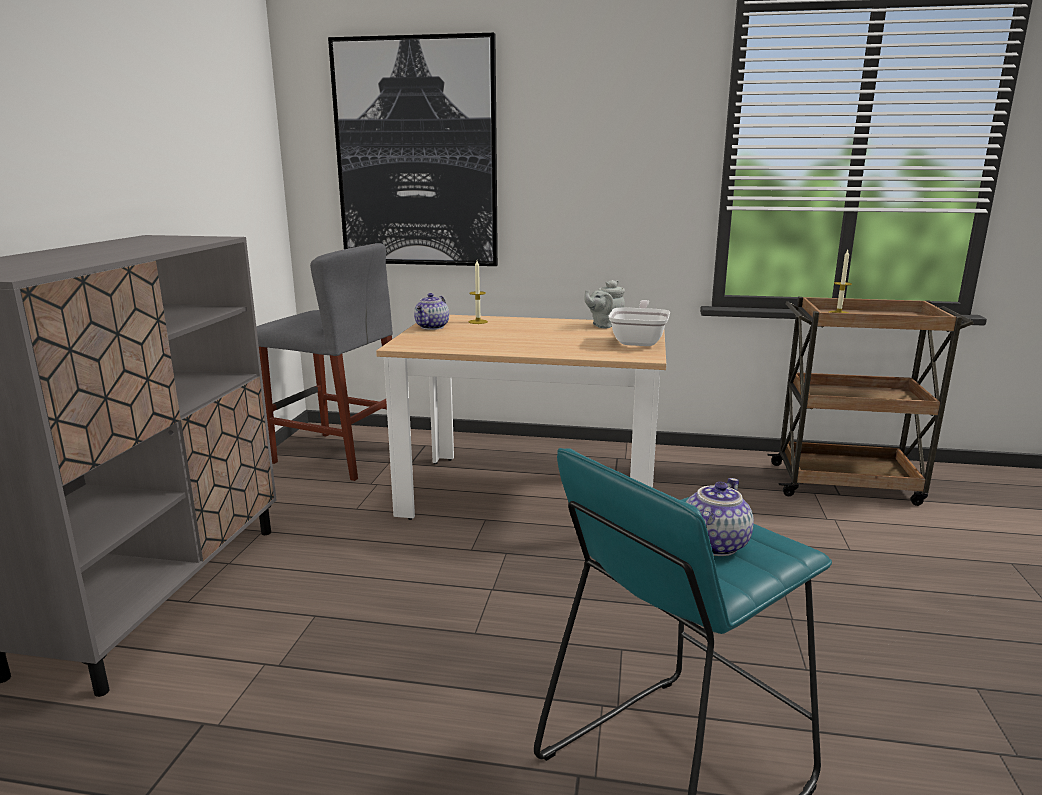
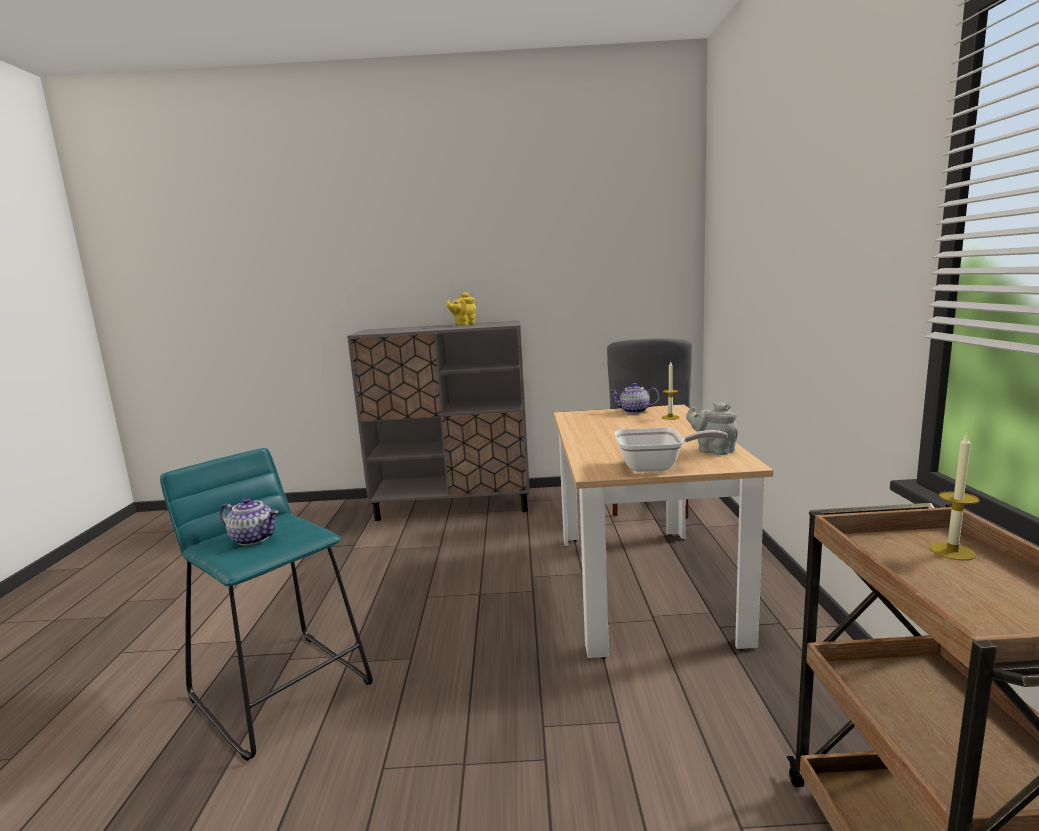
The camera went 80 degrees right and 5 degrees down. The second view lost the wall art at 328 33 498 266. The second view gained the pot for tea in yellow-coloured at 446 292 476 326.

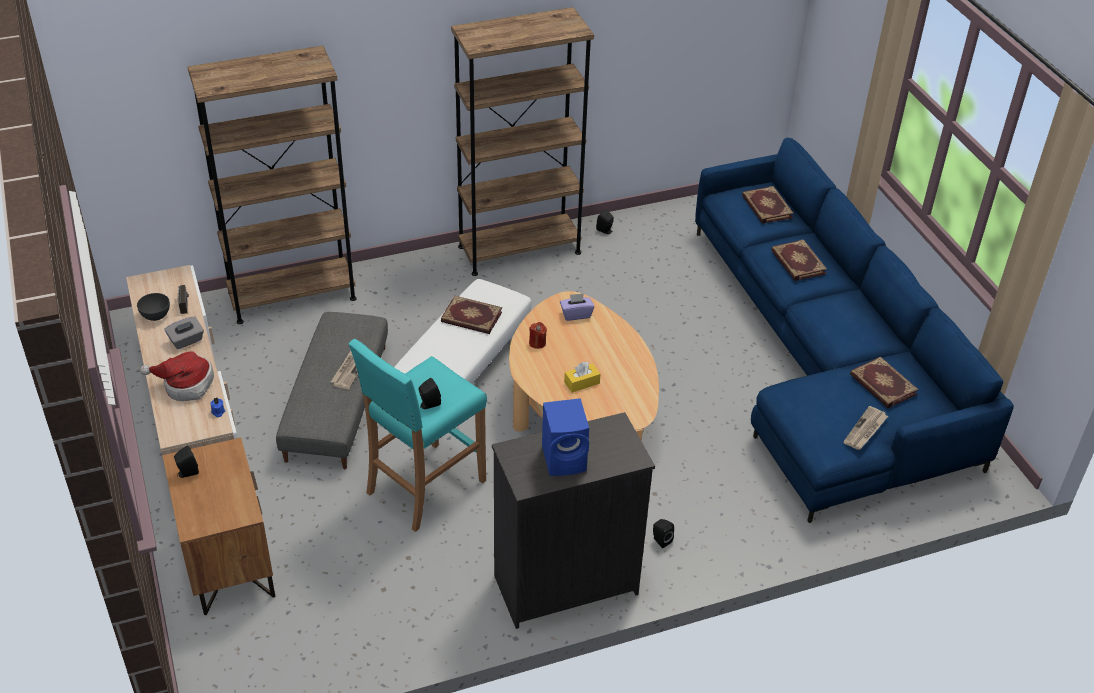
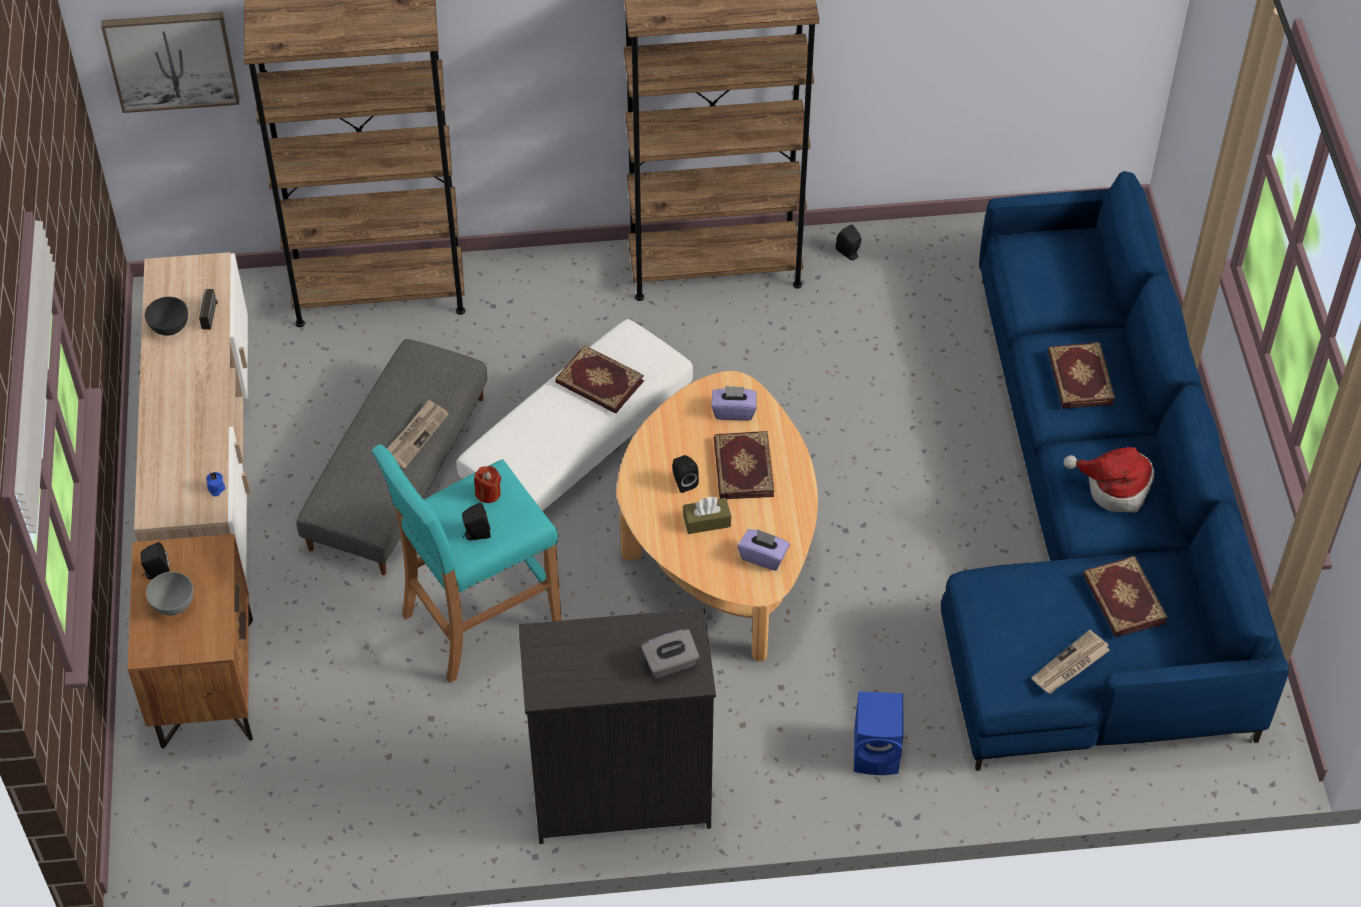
The camera went 15 degrees right and 10 degrees up. The book ended up elsewhere, having gone from 742 186 794 224 to 714 431 774 499. The box of tissues in gray ended up elsewhere, having gone from 165 316 204 349 to 641 629 700 678. The wax light in red ended up elsewhere, having gone from 529 322 547 349 to 474 466 501 503. The clothing hat ended up elsewhere, having gone from 140 351 214 401 to 1064 447 1154 512. What was the box of tissues in yellow-coloured at 564 362 601 393 turned into the box of tissues in brown at 683 496 731 534. The loudspeaker in bluish ended up elsewhere, having gone from 542 398 589 476 to 854 691 904 775. The loudspeaker in black-coloured ended up elsewhere, having gone from 653 519 674 548 to 672 455 699 493. The second view gained the wall art at 101 12 239 113. The second view gained the box of tissues in purple-coloured at 738 529 790 571. The second view gained the serving bowl in gray at 146 572 193 616.

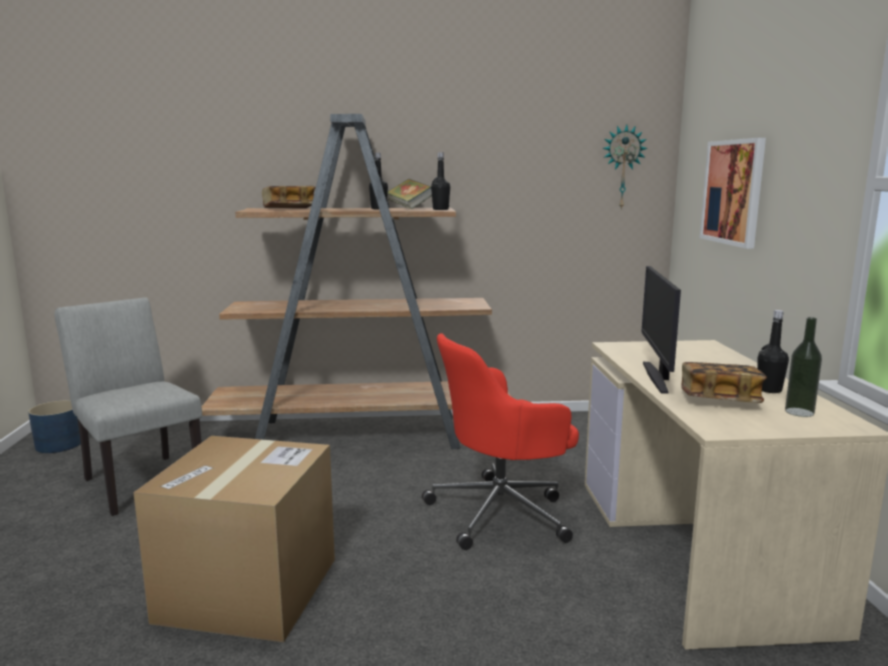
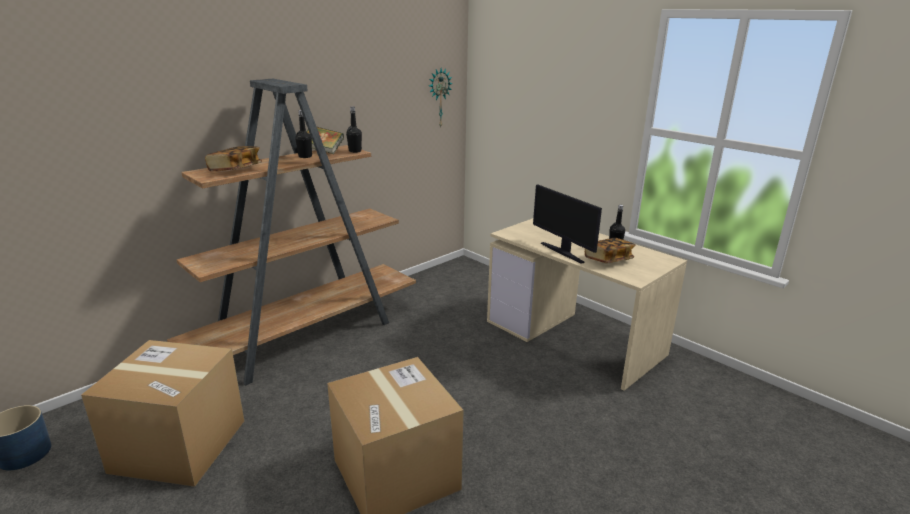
The camera went 40 degrees left and 10 degrees up. The second view lost the wall art at 700 138 766 249. Where the upright chair in gray stood at 54 298 202 516, the cardboard box came to stand at 81 340 244 487. The second view lost the beverage bottle at 785 317 822 417. The second view lost the desk chair in red at 422 333 579 550.

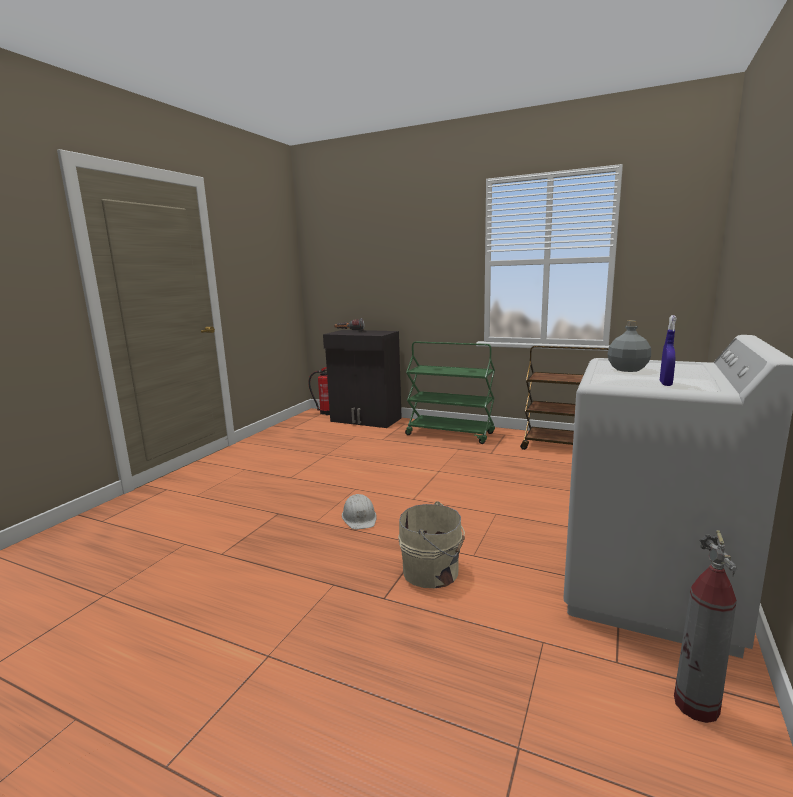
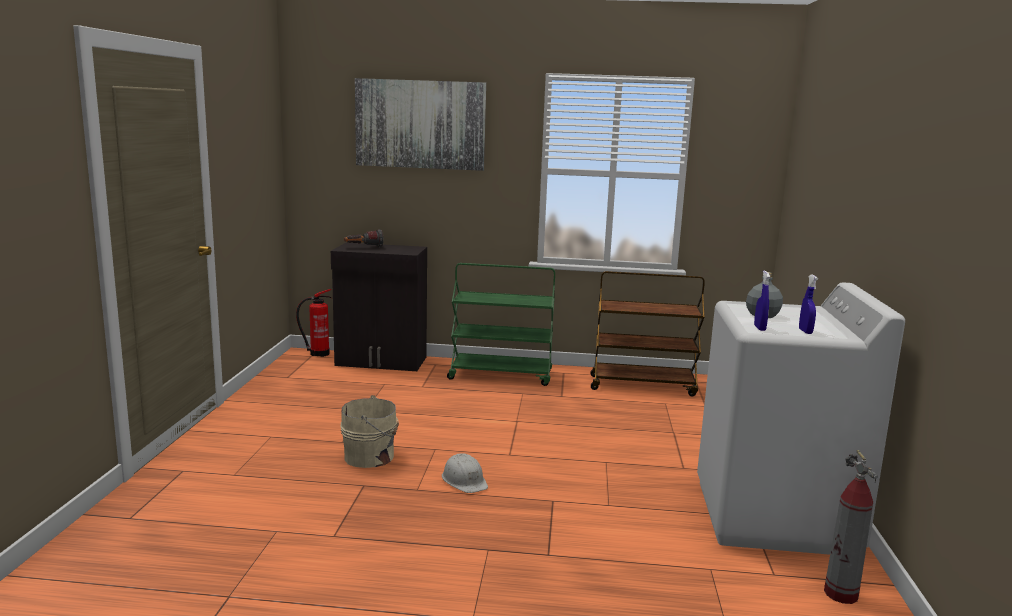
The camera went 20 degrees left and 0 degrees up. The water bucket in sand-coloured ended up elsewhere, having gone from 398 501 465 588 to 340 395 399 468. The second view gained the wall art at 355 78 486 171. The second view gained the hand sprayer in bluish at 754 271 770 331.

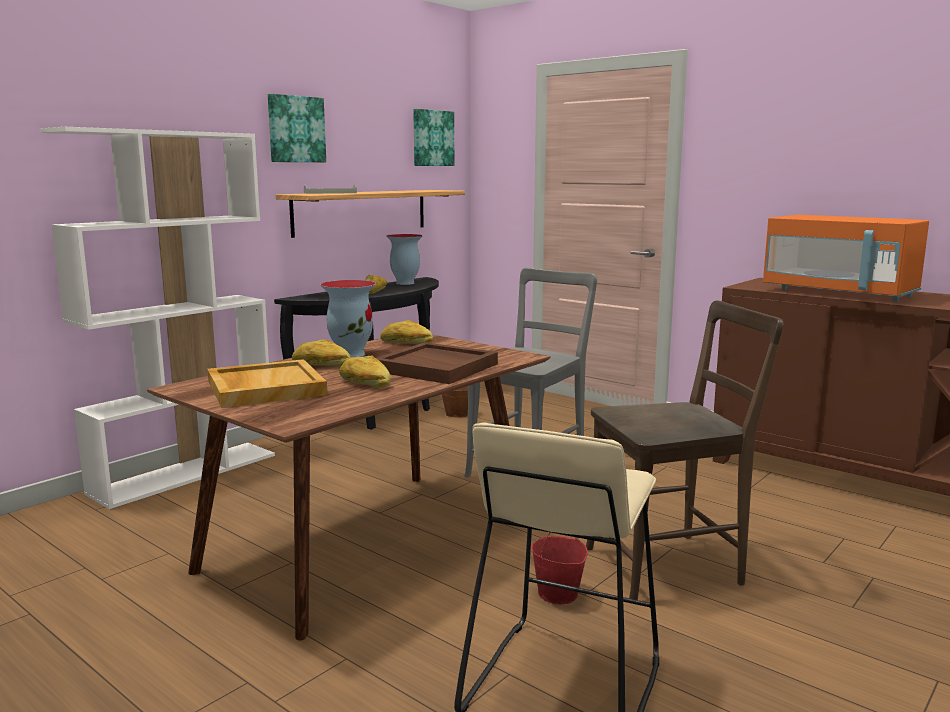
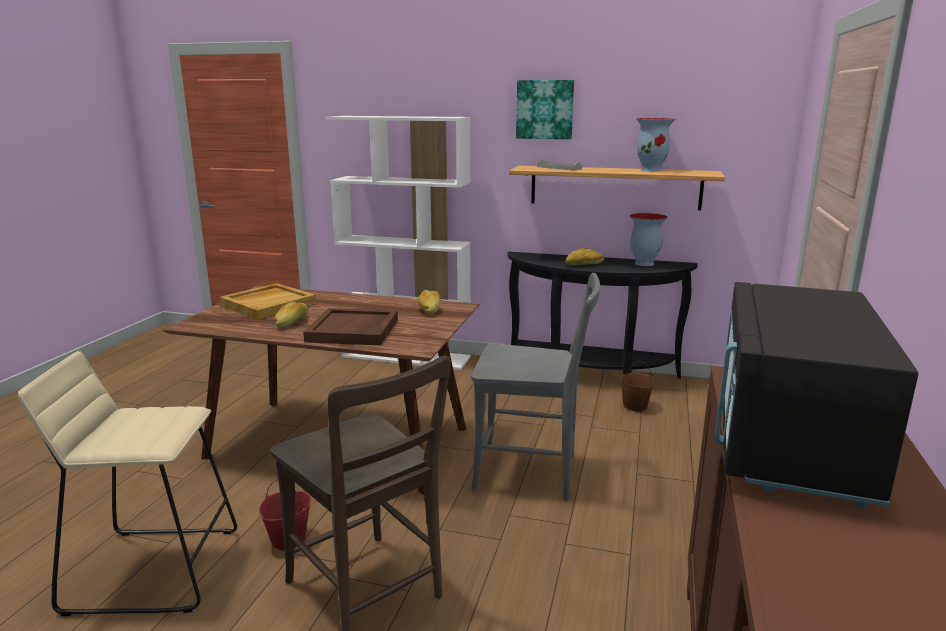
The camera went 65 degrees right and 5 degrees up. The second view lost the wall art at 413 109 454 166. What was the microwave in orangey at 763 215 929 302 turned into the microwave in black-coloured at 715 282 918 509. The decorative vase ended up elsewhere, having gone from 320 280 376 357 to 636 118 675 172. The second view lost the baked bread at 292 339 351 367.

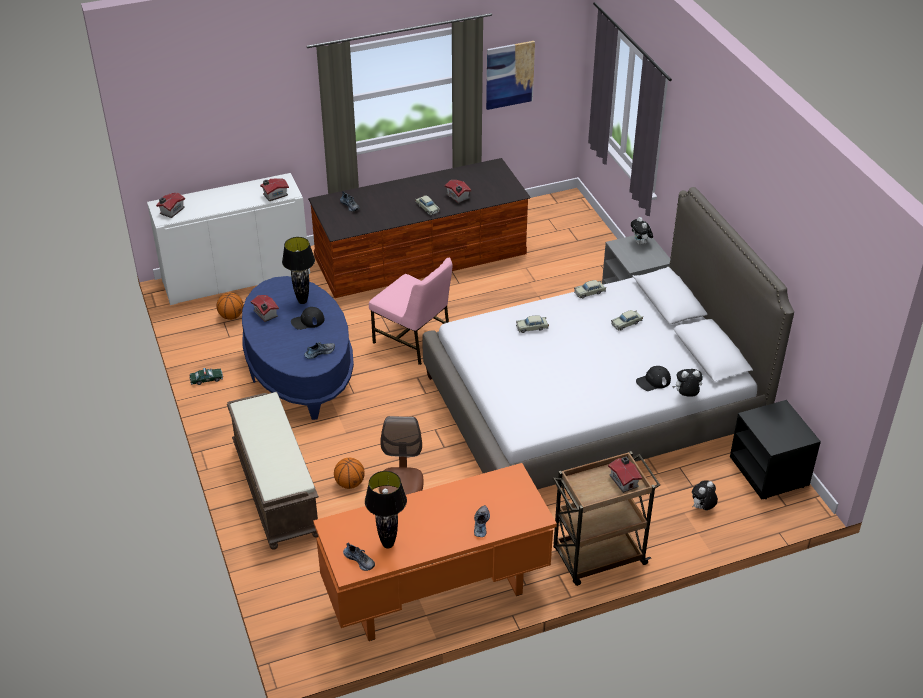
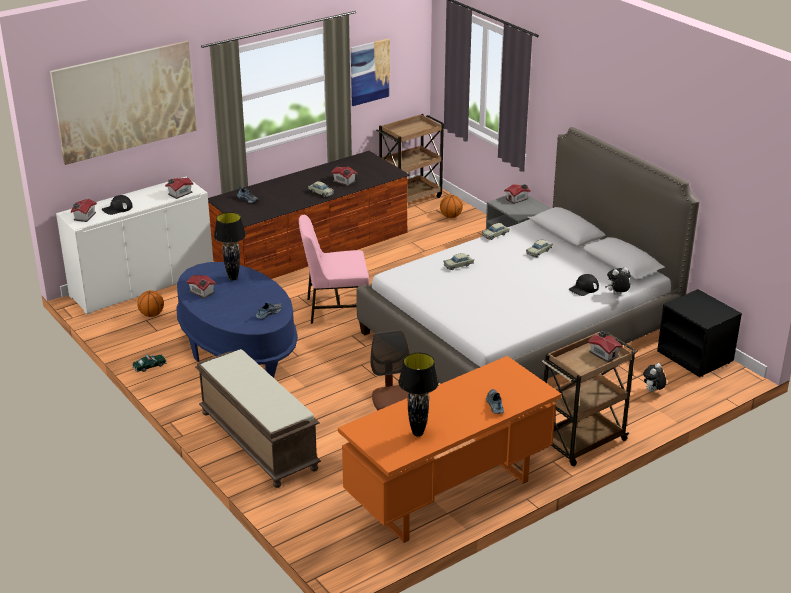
The camera went 15 degrees left and 10 degrees down. Where the soft toy stood at 631 217 653 245, the toy house came to stand at 504 184 530 204. The upright chair in pink-coloured at 369 258 452 365 ended up facing another way, 150 degrees clockwise from before. The cap in black-coloured ended up elsewhere, having gone from 291 307 324 330 to 102 195 133 215. The basketball ball ended up elsewhere, having gone from 334 458 365 489 to 440 195 463 218. The second view lost the low shoe at 343 543 375 571. The second view gained the wall art at 50 41 197 165. The second view gained the wheeled cart in brown at 376 114 444 202.

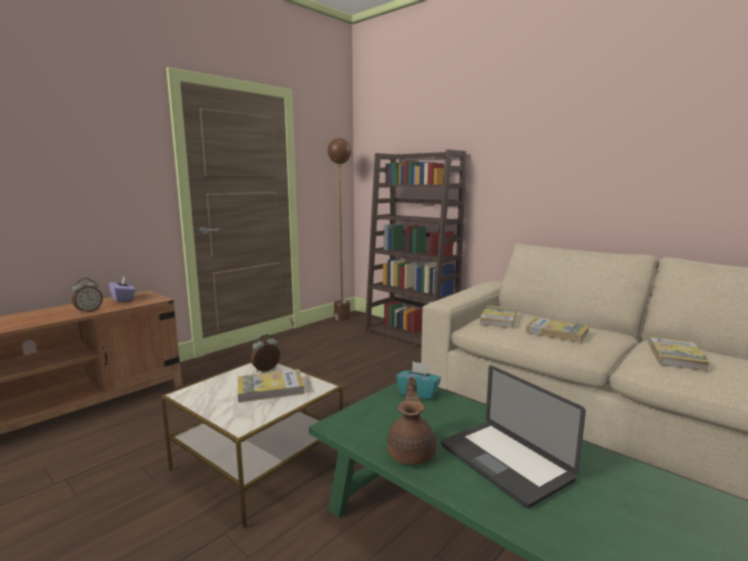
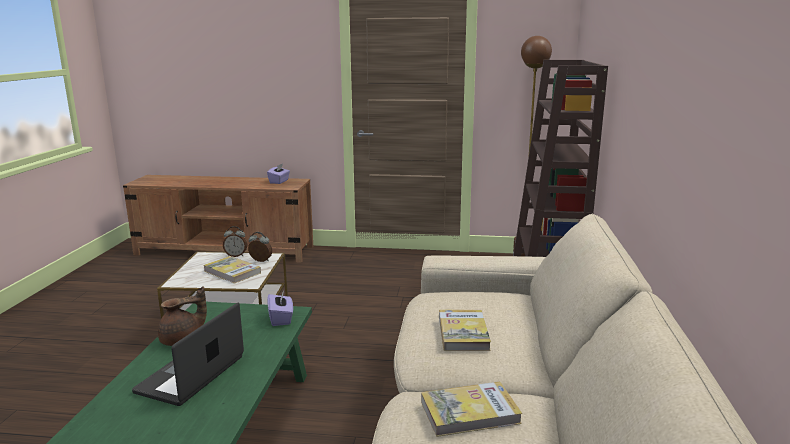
The camera went 55 degrees right and 5 degrees up. The alarm clock ended up elsewhere, having gone from 72 278 103 313 to 223 226 247 257. The second view lost the book at 479 306 517 328. What was the box of tissues in turquoise at 396 361 441 400 turned into the box of tissues in purple-coloured at 267 293 293 326.

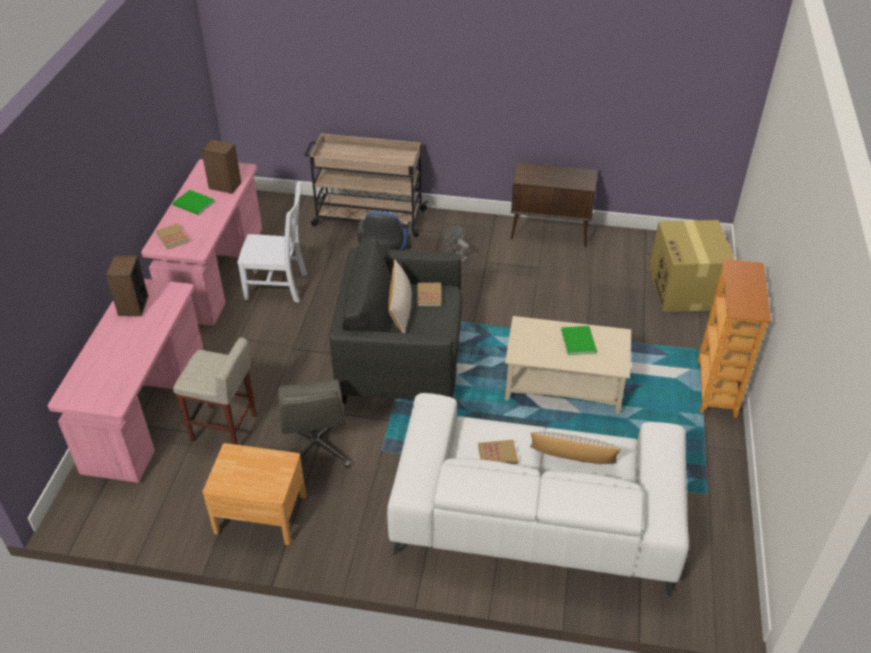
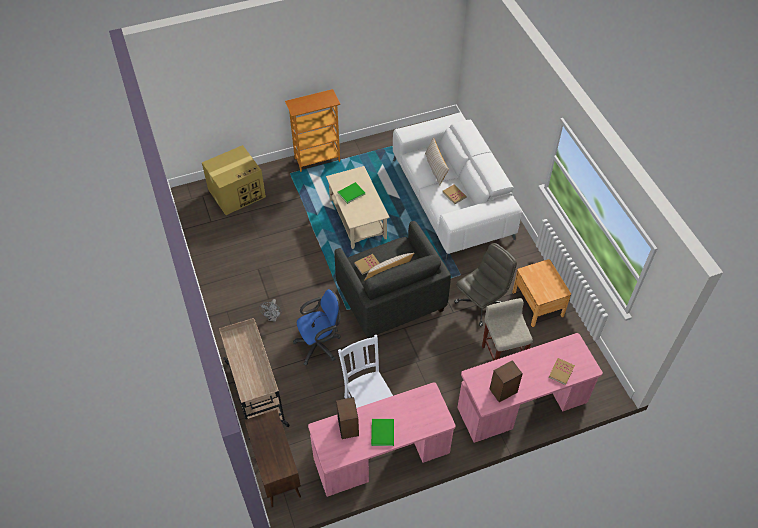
The camera went 120 degrees left and 10 degrees up. The storage cabinet in brown ended up elsewhere, having gone from 511 162 597 247 to 244 409 301 508. The book ended up elsewhere, having gone from 156 223 189 250 to 549 358 575 385.

